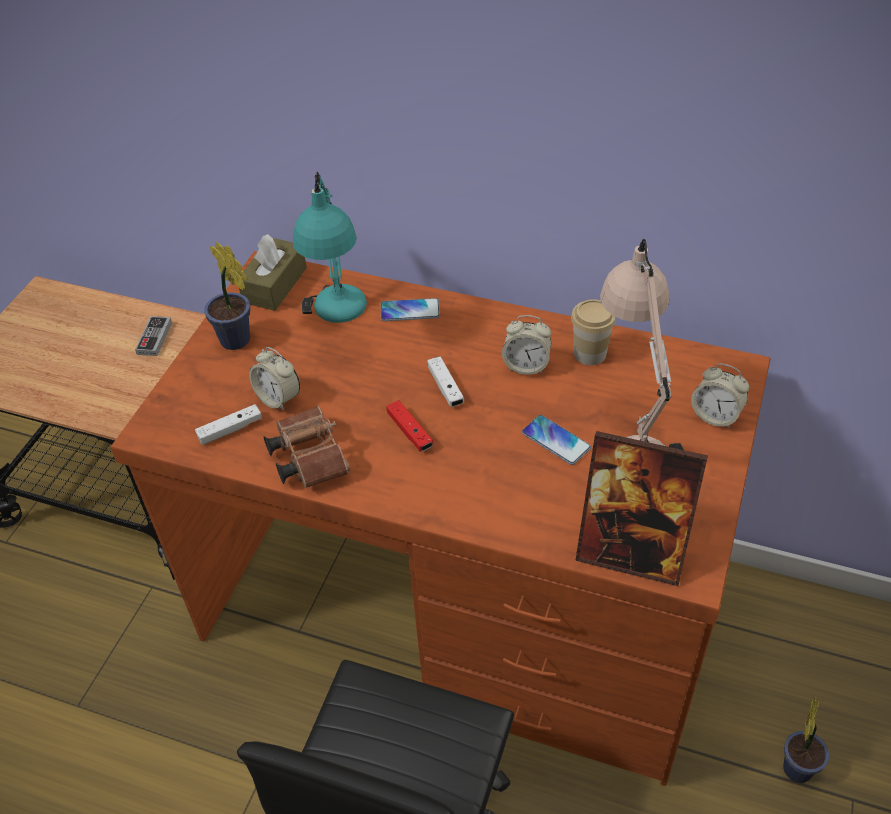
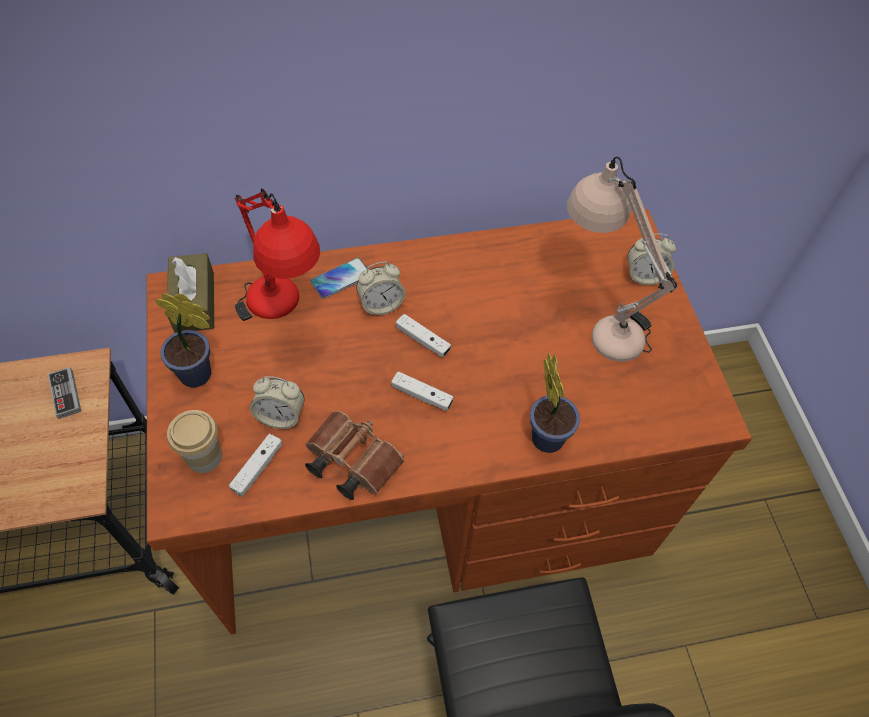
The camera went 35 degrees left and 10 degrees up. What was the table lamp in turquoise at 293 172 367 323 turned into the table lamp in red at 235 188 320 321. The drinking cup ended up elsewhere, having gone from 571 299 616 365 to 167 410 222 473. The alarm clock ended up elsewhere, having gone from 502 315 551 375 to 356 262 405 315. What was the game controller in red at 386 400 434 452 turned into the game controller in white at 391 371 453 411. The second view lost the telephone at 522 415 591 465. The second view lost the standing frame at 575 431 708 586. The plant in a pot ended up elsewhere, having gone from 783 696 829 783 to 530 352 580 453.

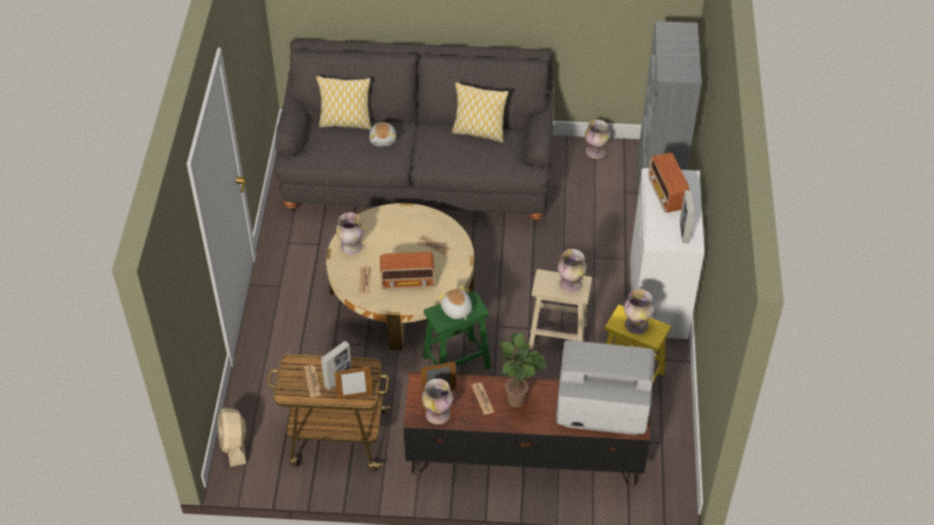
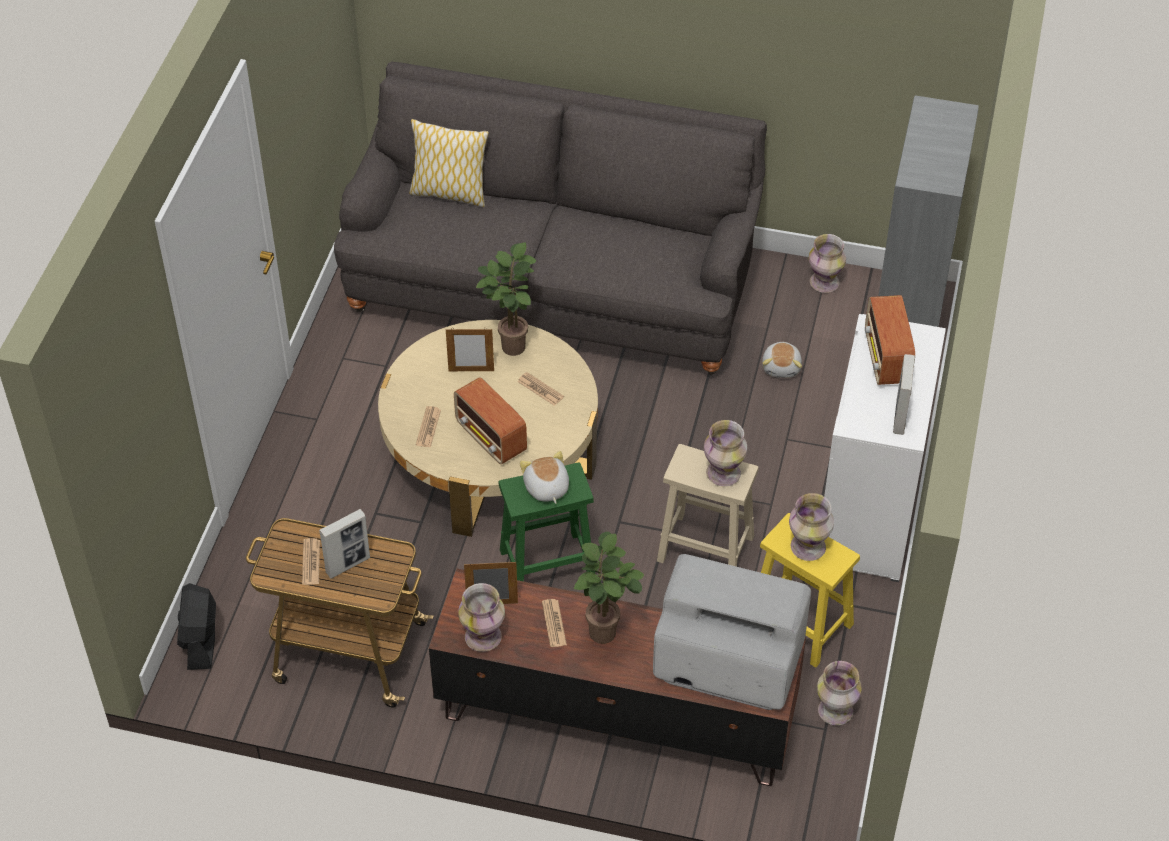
The camera went 10 degrees right and 0 degrees up. The second view lost the pillow at 452 82 509 143. The soft toy ended up elsewhere, having gone from 369 122 396 146 to 762 342 802 378. The decorative vase ended up elsewhere, having gone from 336 212 364 255 to 817 661 862 725. The radio receiver at 380 252 435 290 ended up facing another way, 45 degrees clockwise from before. The standing frame ended up elsewhere, having gone from 335 366 372 400 to 446 328 494 371. What was the cooling fan in sand-coloured at 218 408 246 467 turned into the cooling fan in black-coloured at 177 583 216 670. The second view gained the plant in a pot at 476 242 536 356.

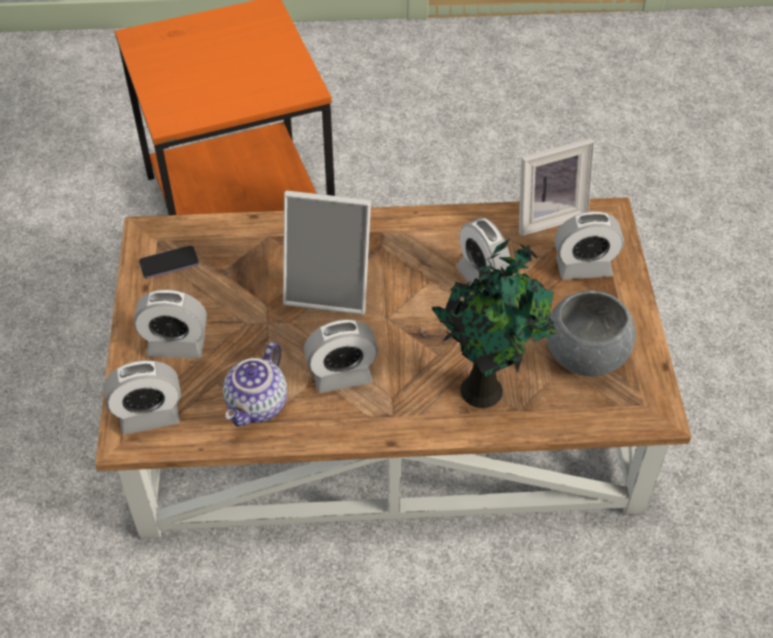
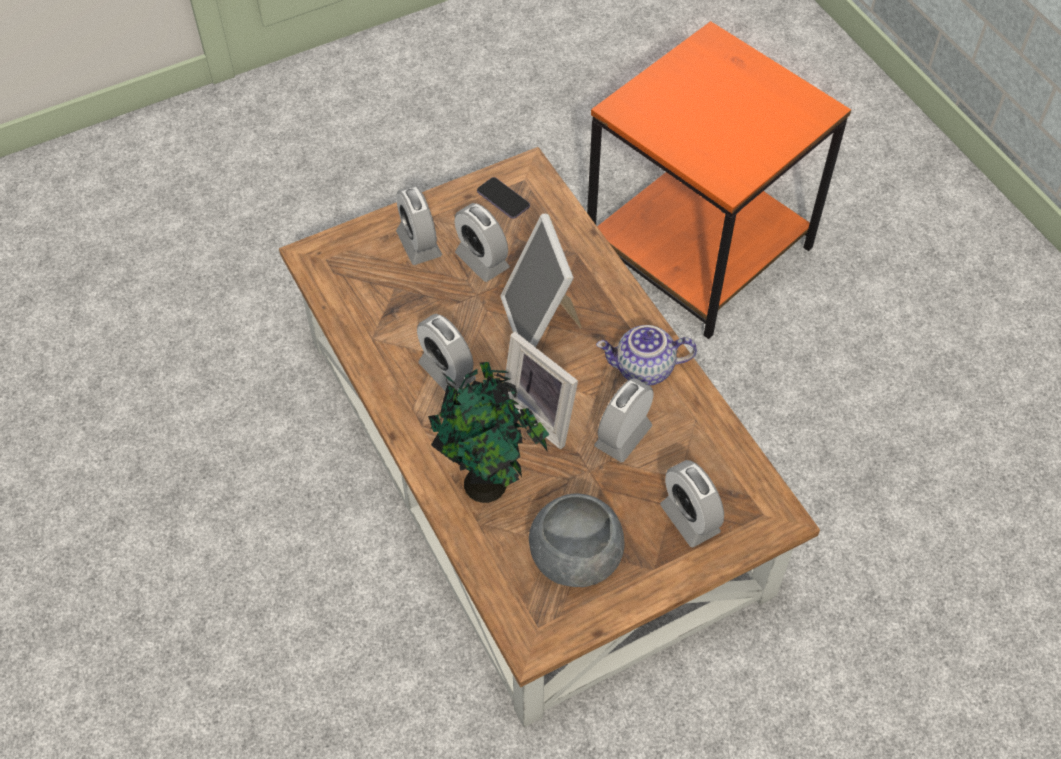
The camera went 65 degrees right and 5 degrees up. The standing frame ended up elsewhere, having gone from 519 138 594 236 to 504 332 578 449. The pot for tea ended up elsewhere, having gone from 223 342 287 426 to 596 325 697 386. The alarm clock ended up elsewhere, having gone from 104 360 181 435 to 455 203 510 282.

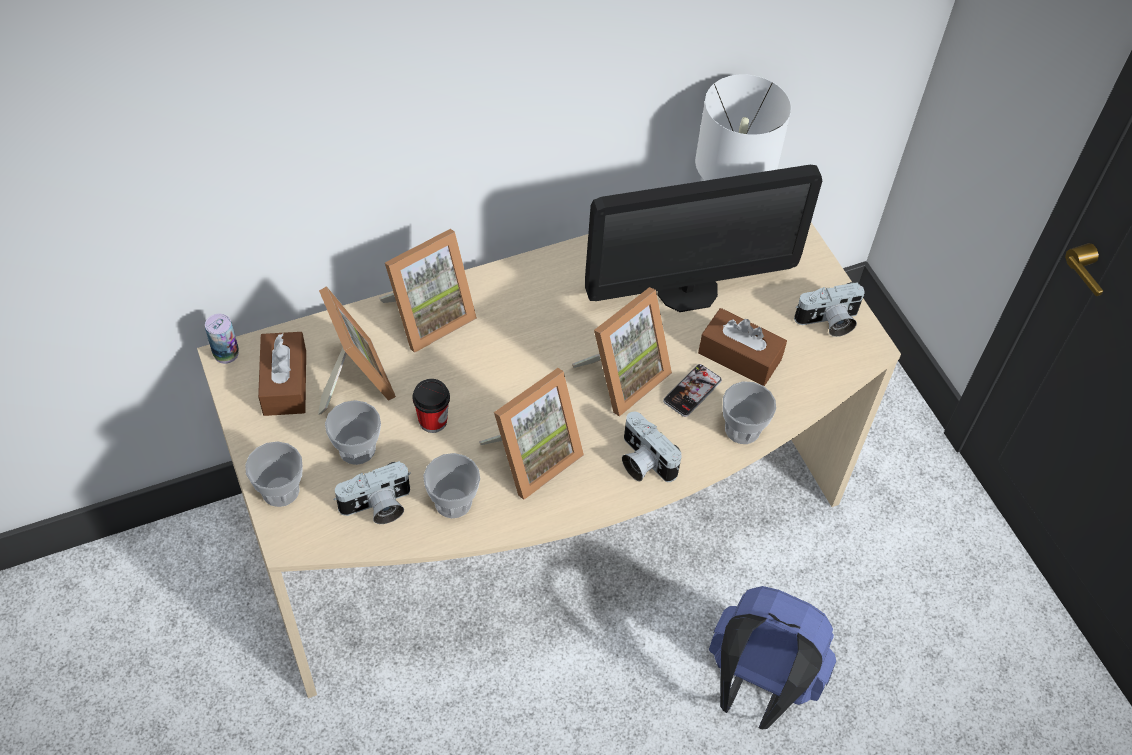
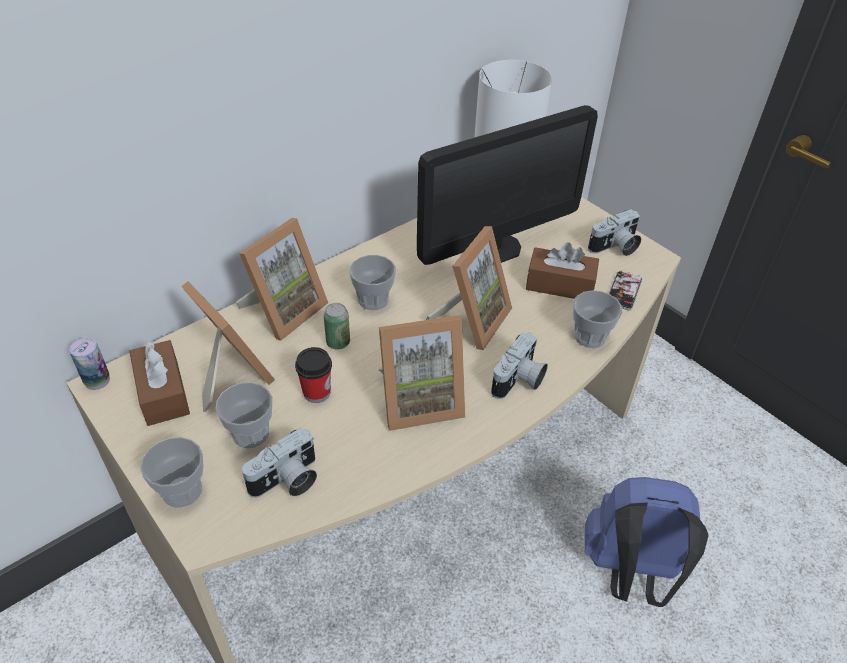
The camera went 15 degrees left and 10 degrees down. The telephone ended up elsewhere, having gone from 663 364 722 417 to 609 271 642 310. The standing frame at 479 368 584 500 ended up facing another way, 45 degrees clockwise from before. The still camera at 622 412 682 482 ended up facing another way, 90 degrees counterclockwise from before. The drinking cup ended up elsewhere, having gone from 423 453 480 519 to 349 255 396 310. The second view gained the sealed can at 324 303 350 349.

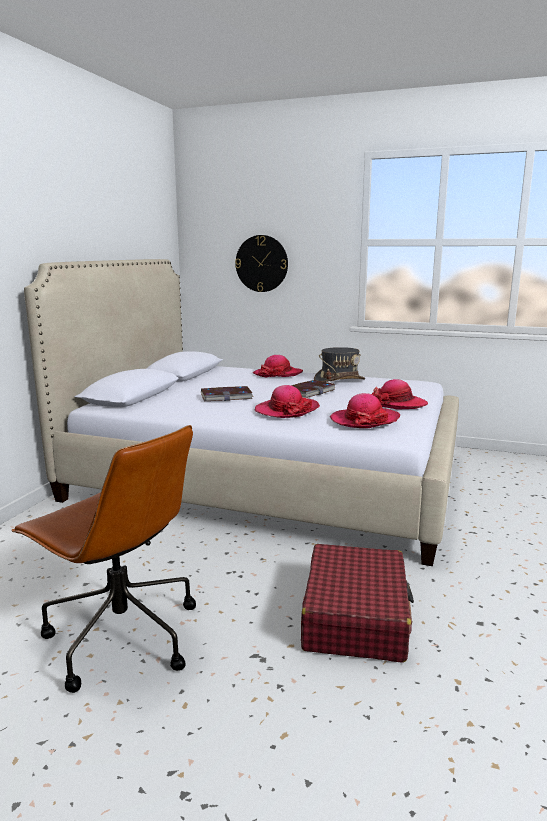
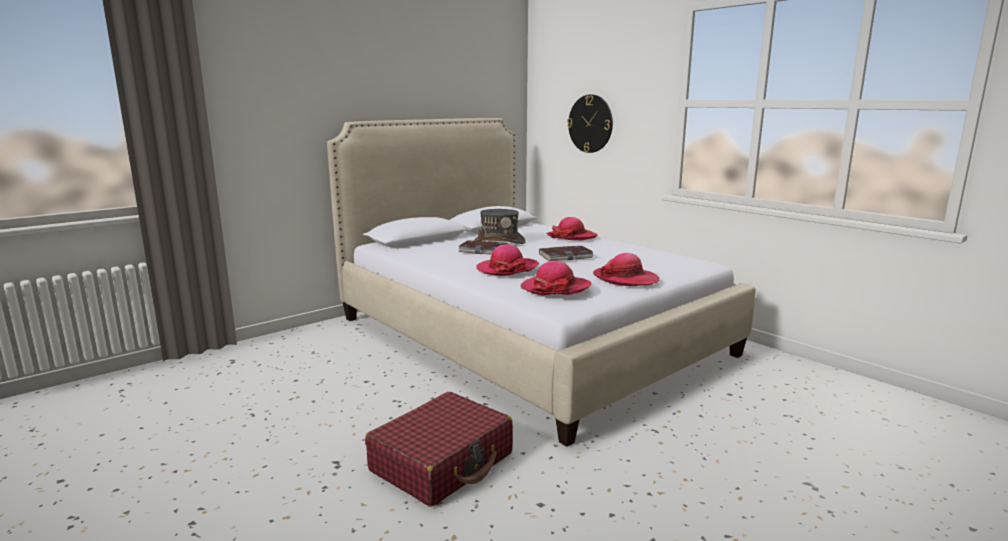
The camera went 30 degrees right and 0 degrees up. The clothing hat in gray ended up elsewhere, having gone from 314 347 365 382 to 473 209 526 244. The second view lost the desk chair in brown at 12 425 196 693.

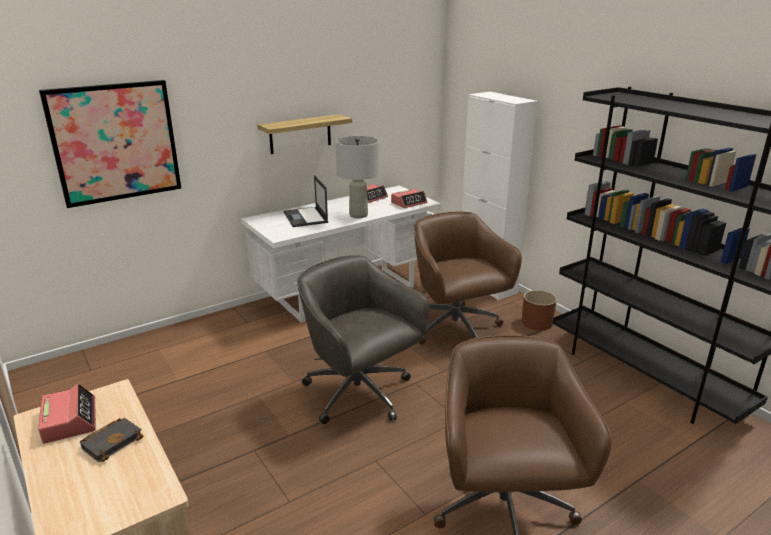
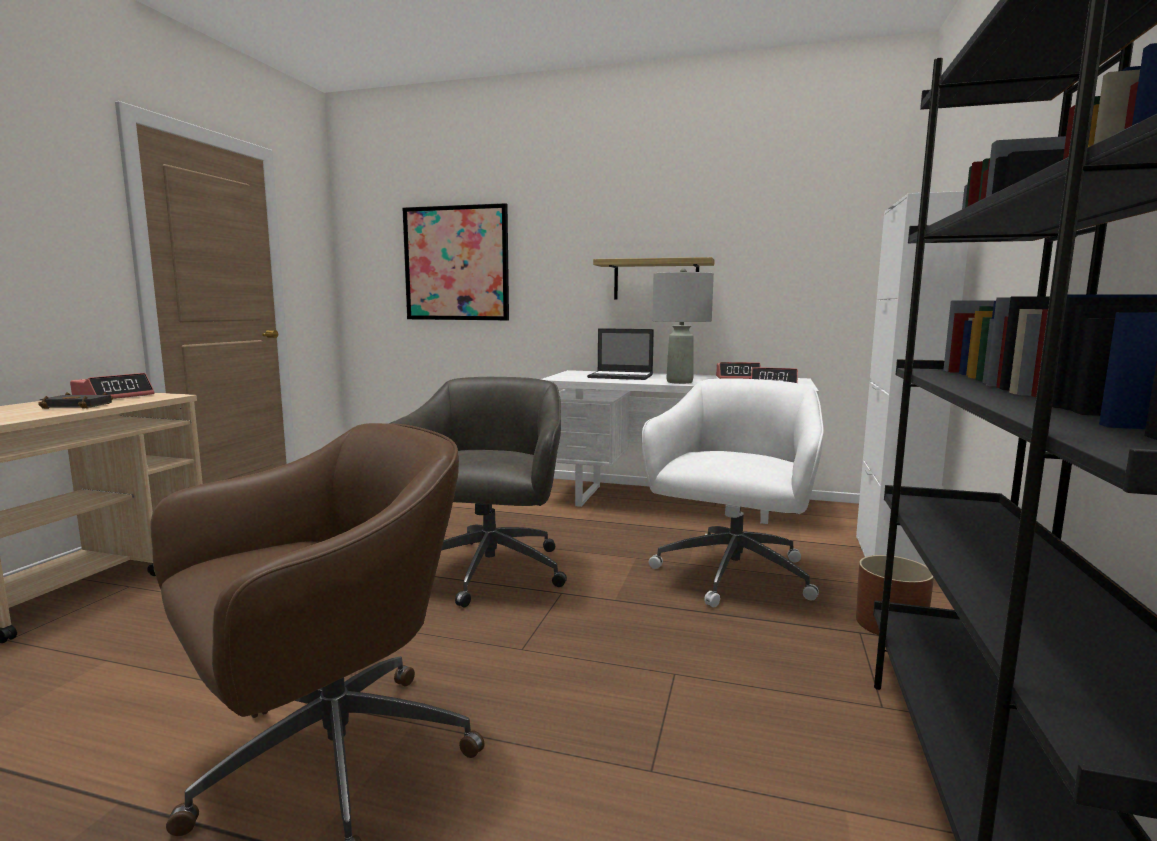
The camera went 50 degrees right and 15 degrees down. The laptop at 284 175 328 227 ended up facing another way, 105 degrees counterclockwise from before. What was the desk chair in brown at 414 211 522 344 turned into the desk chair in white at 642 378 824 608.

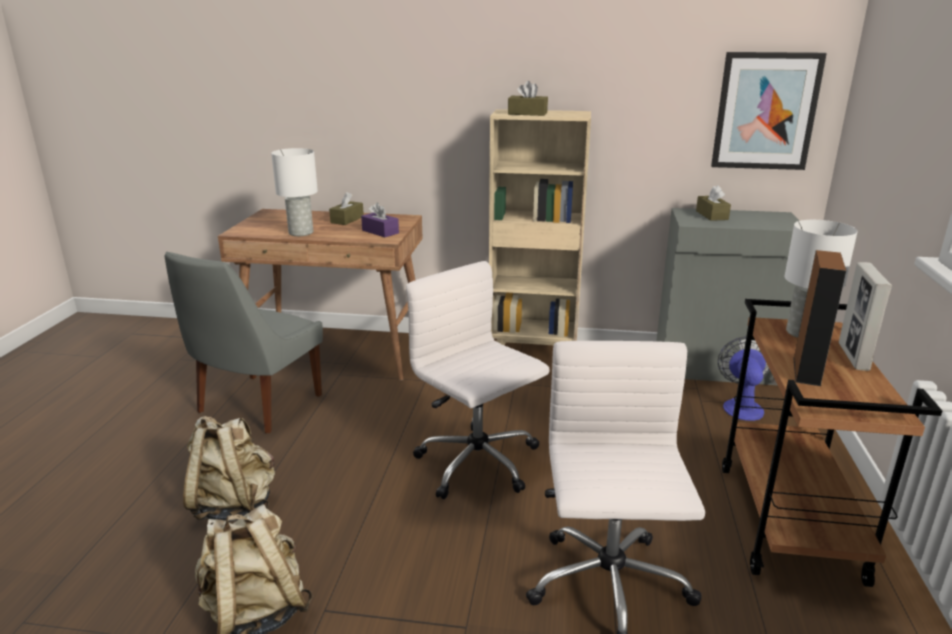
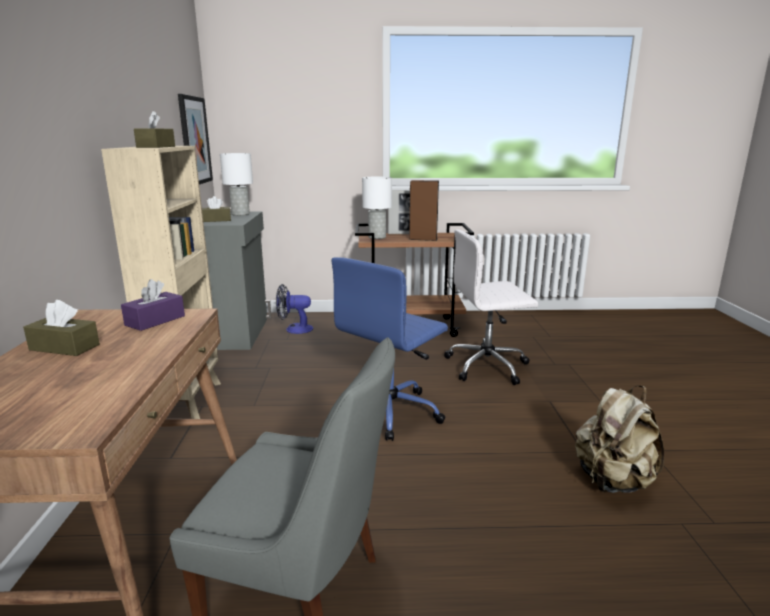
The camera went 100 degrees left and 5 degrees down. The table lamp in white ended up elsewhere, having gone from 271 148 318 236 to 220 153 253 216. What was the desk chair in white at 406 261 550 499 turned into the desk chair in bluish at 332 257 448 441. The second view lost the rucksack in sand-coloured at 183 416 275 522.

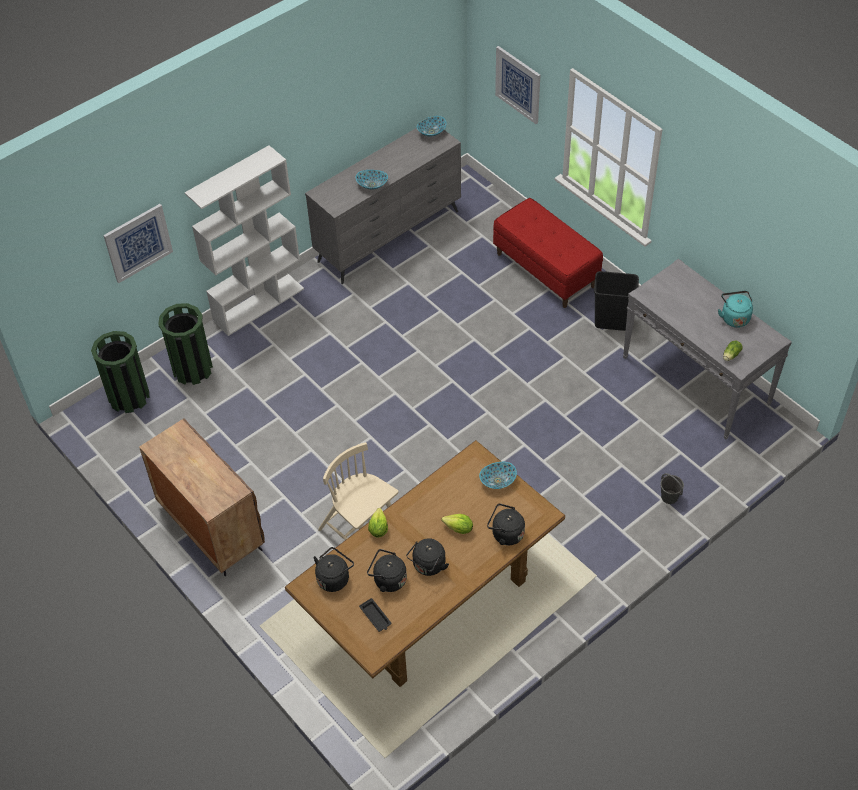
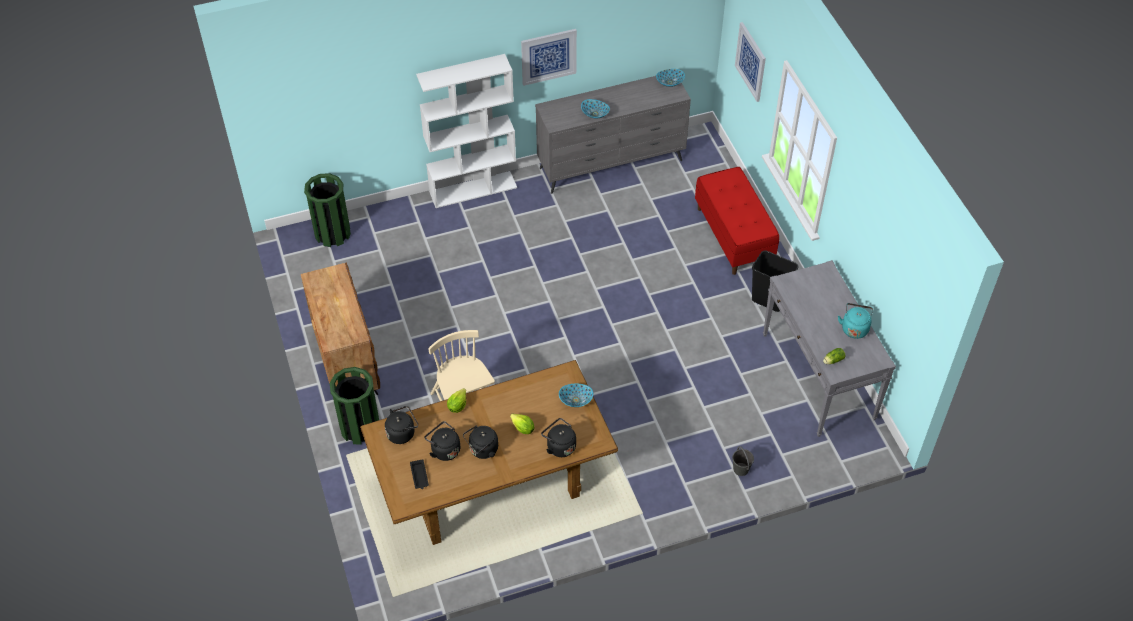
The camera went 20 degrees right and 0 degrees up. The wall art ended up elsewhere, having gone from 103 204 173 283 to 521 29 577 86. The rubbish bin in greenish ended up elsewhere, having gone from 158 303 213 385 to 330 367 379 445.

